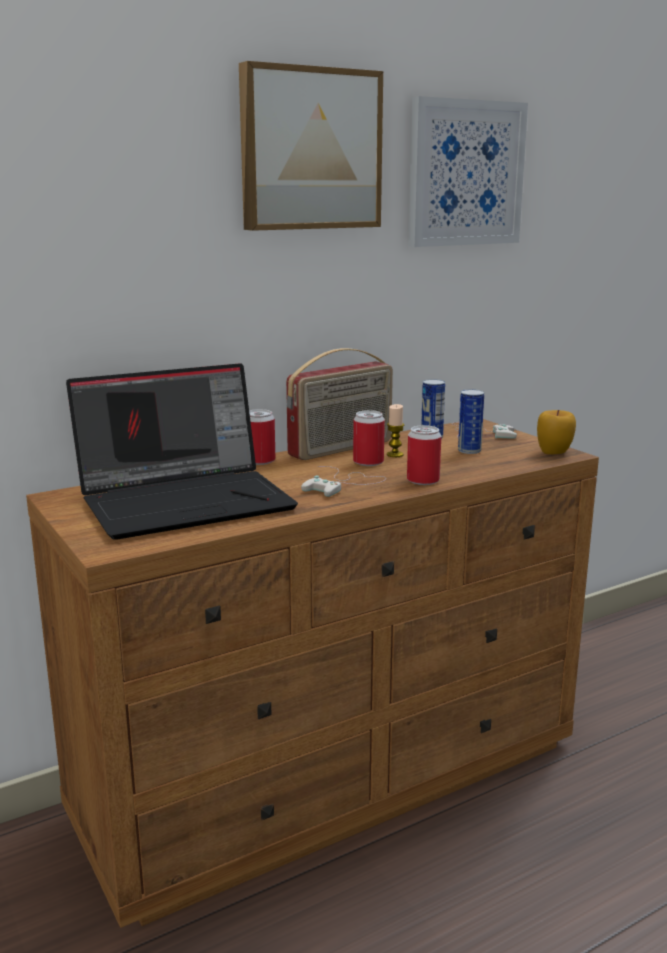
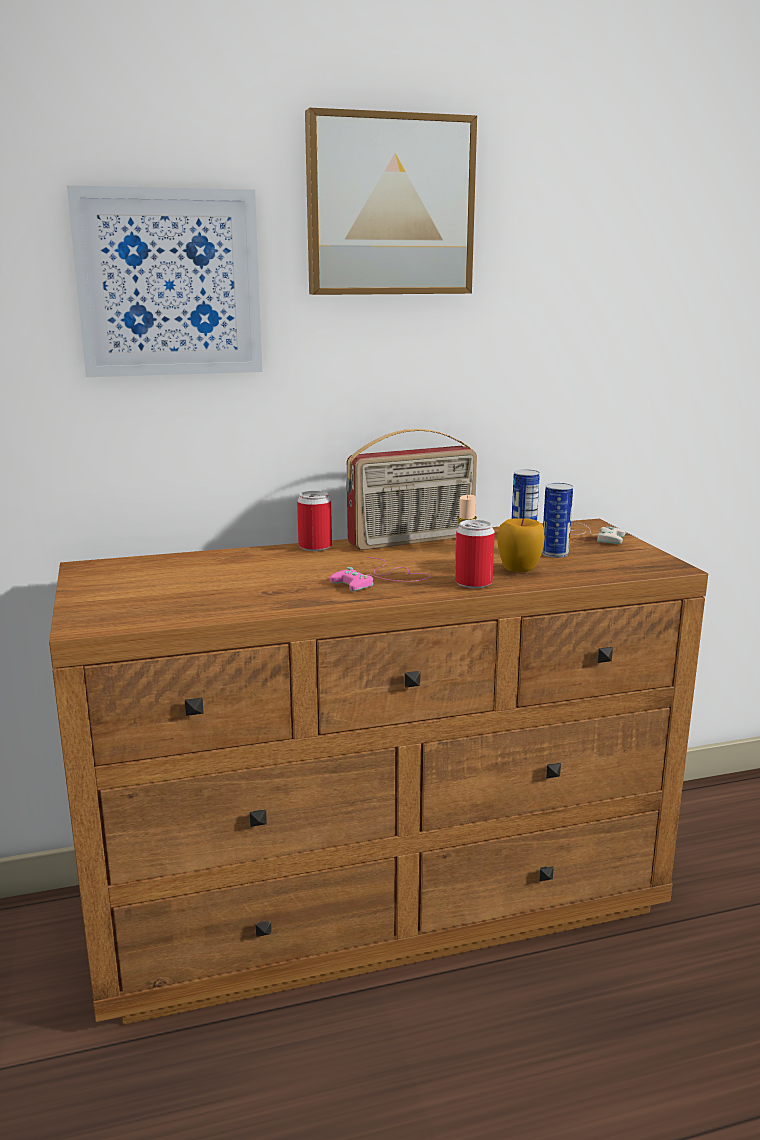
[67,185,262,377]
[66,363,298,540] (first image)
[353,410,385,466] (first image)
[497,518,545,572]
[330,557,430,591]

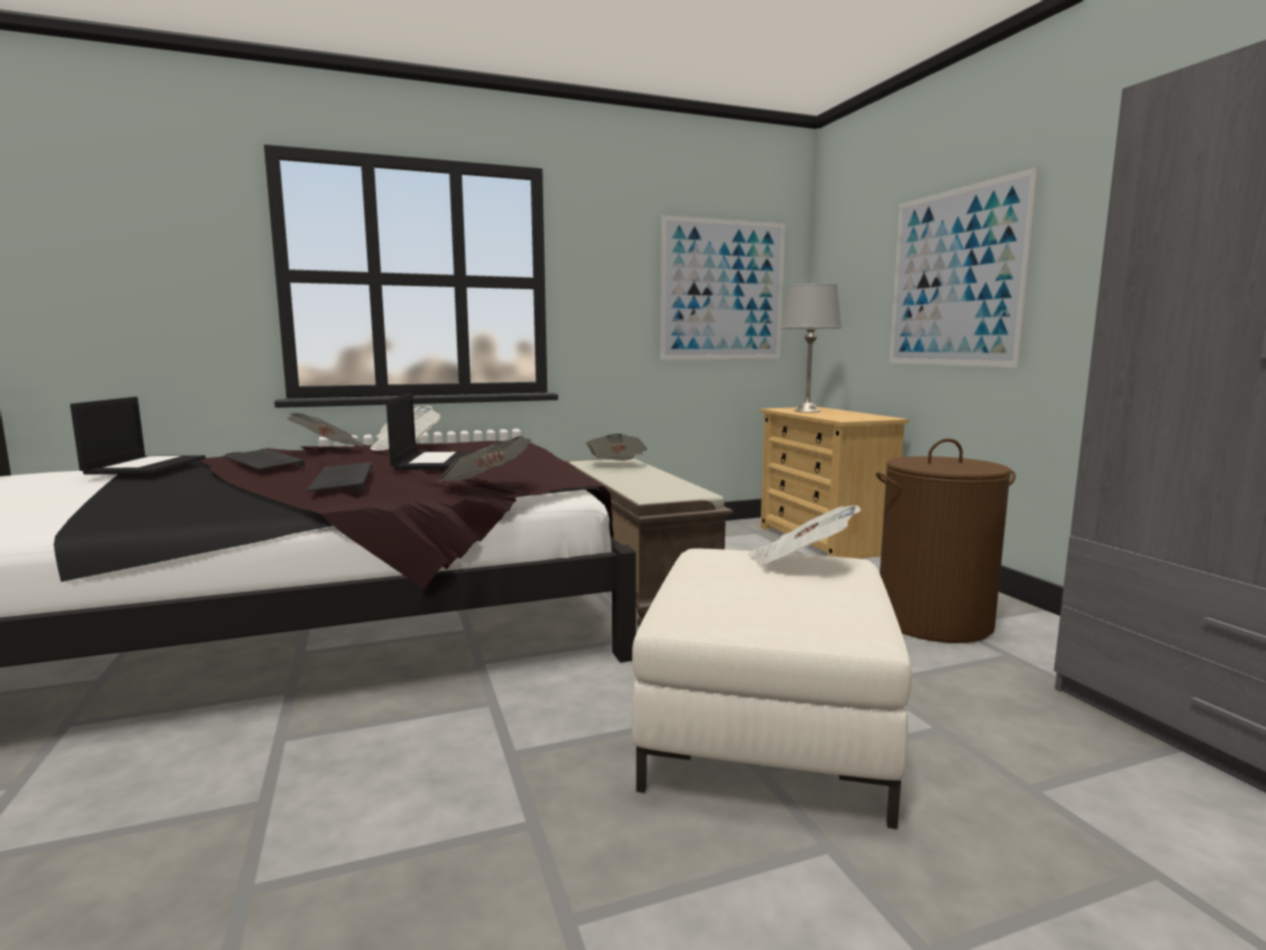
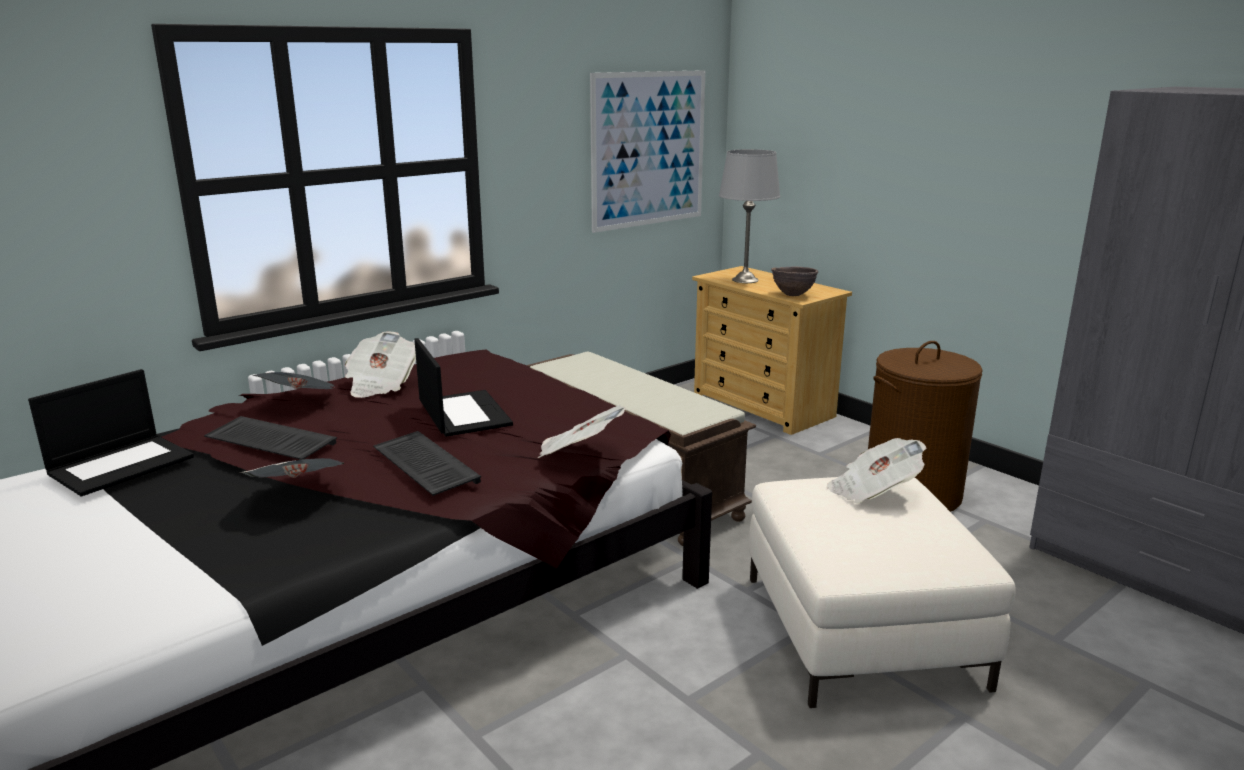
[889,167,1039,368] (first image)
[28,369,194,496]
[239,458,344,478]
[771,266,818,296]

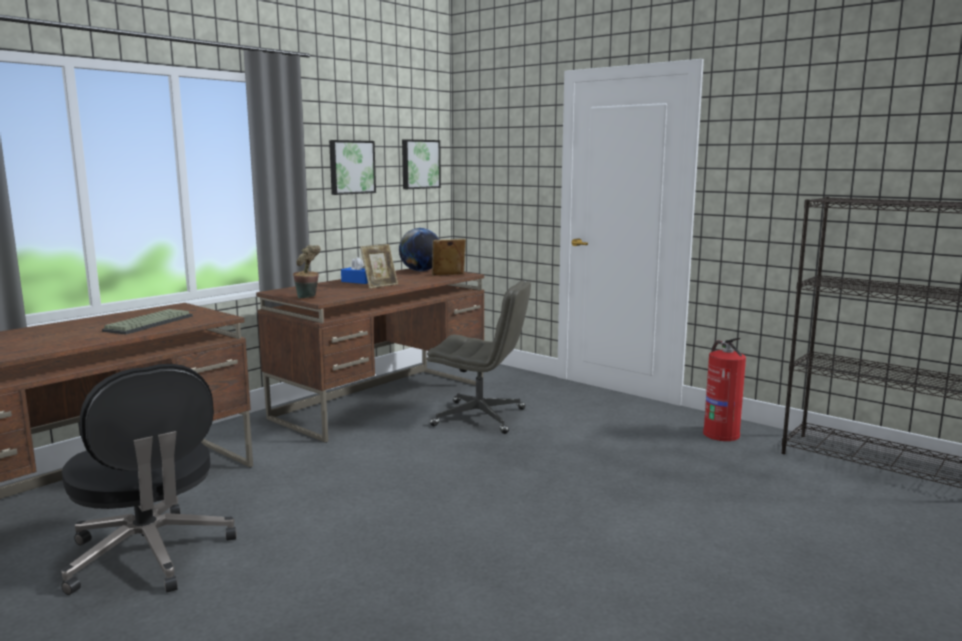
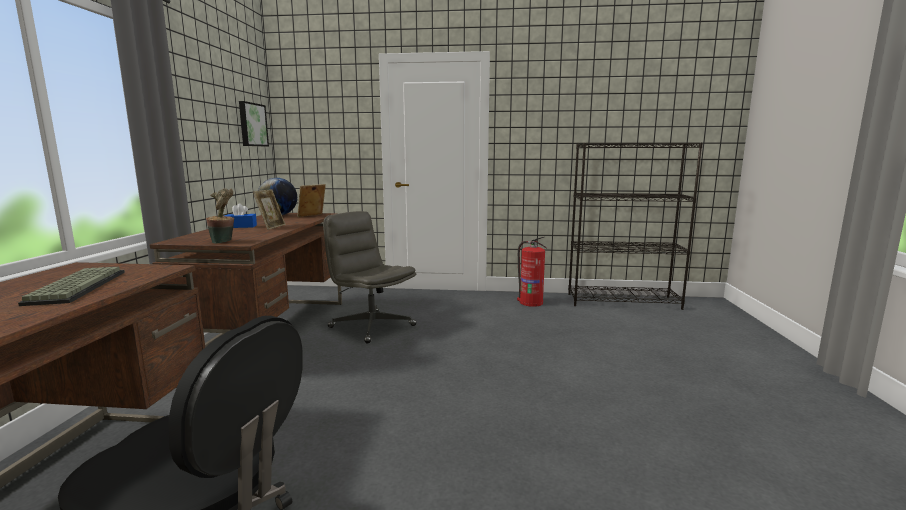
[329,140,376,195] (first image)
[323,211,416,344]

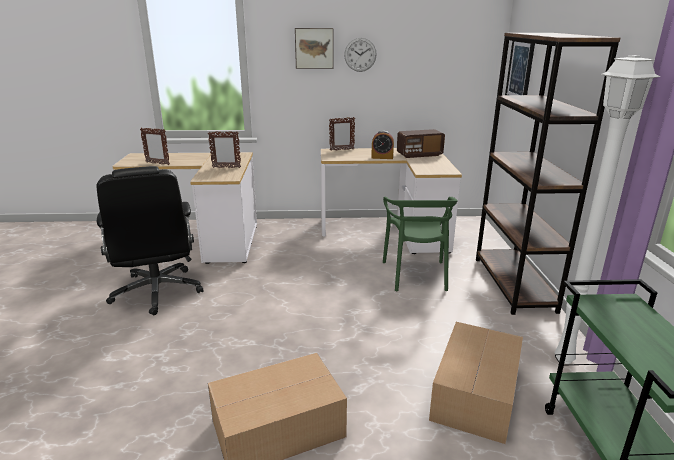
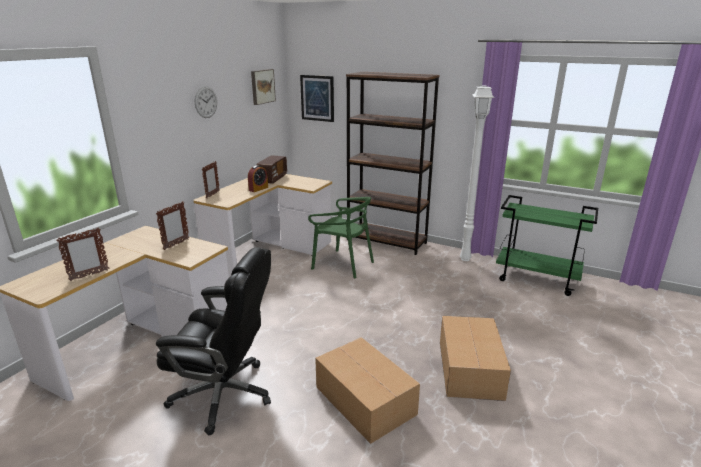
[251,69,276,105]
[315,337,420,444]

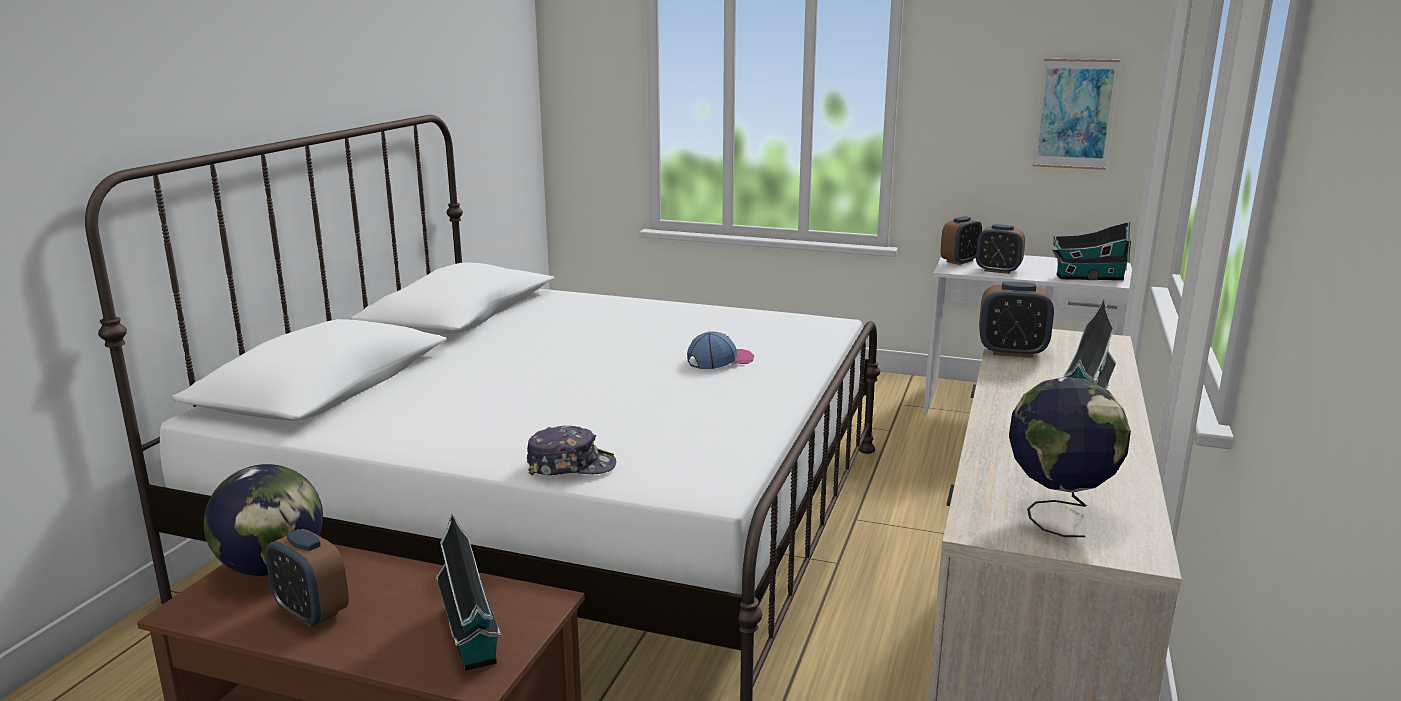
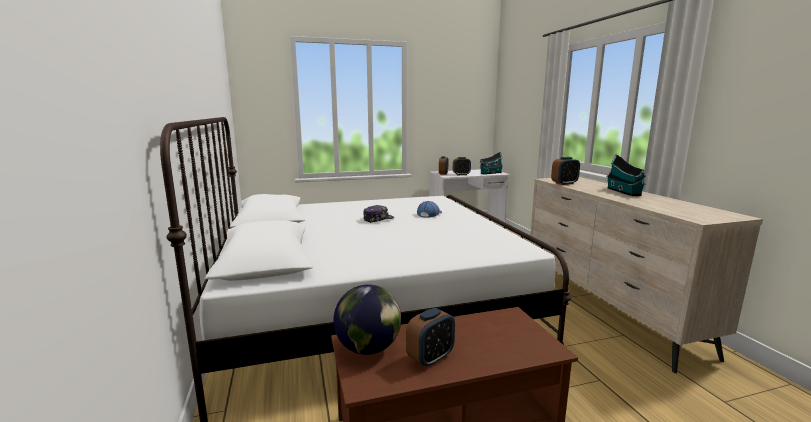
[1033,59,1120,170] (first image)
[1009,377,1131,537] (first image)
[363,205,394,223]
[436,513,502,671] (first image)
[406,308,455,368]

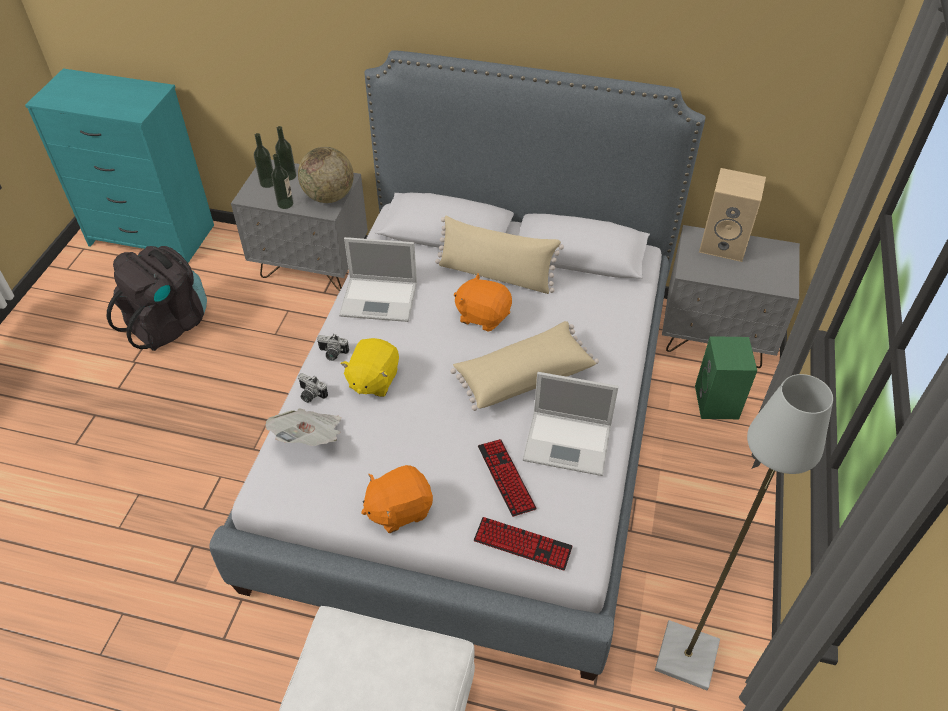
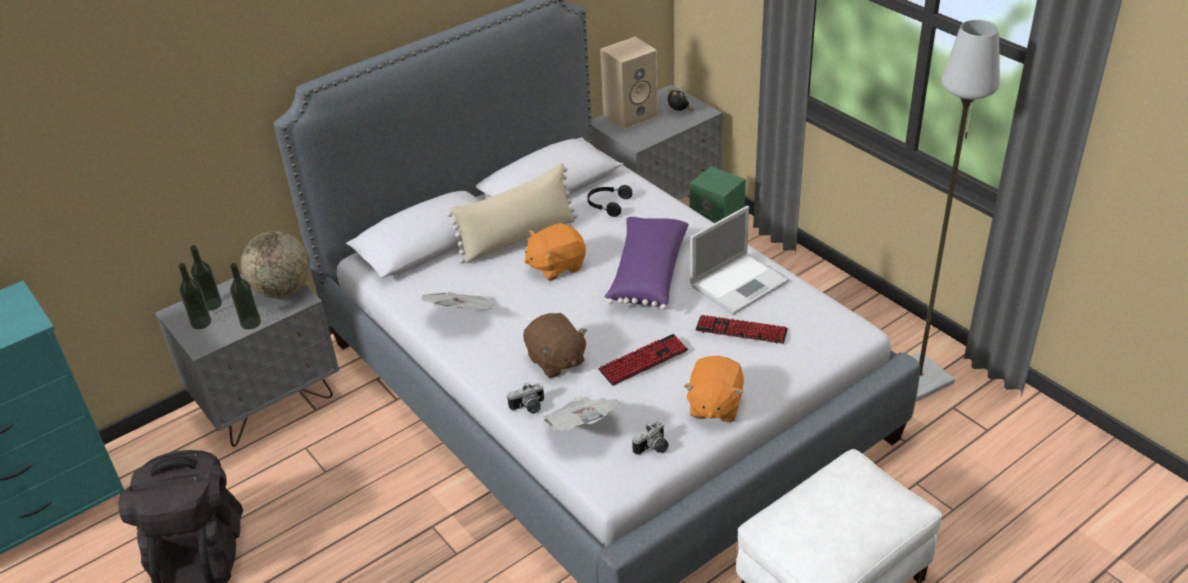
[422,292,493,310]
[604,216,689,310]
[632,420,669,455]
[523,313,587,378]
[598,334,688,386]
[668,89,694,112]
[587,185,632,217]

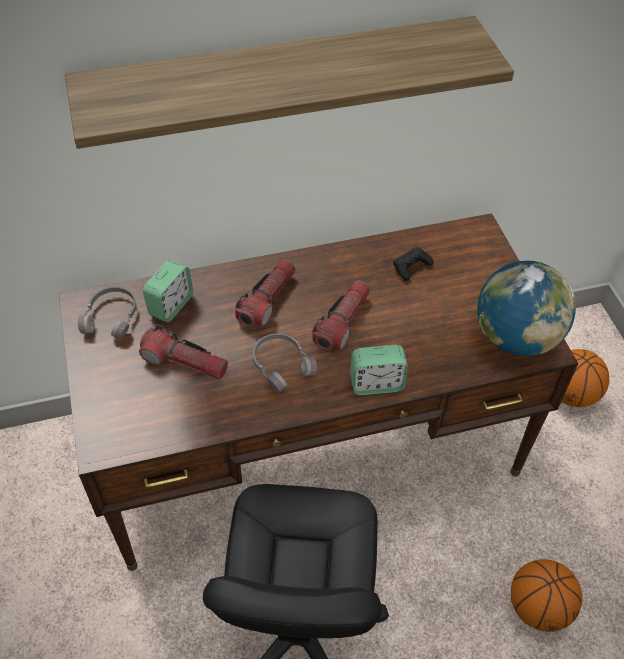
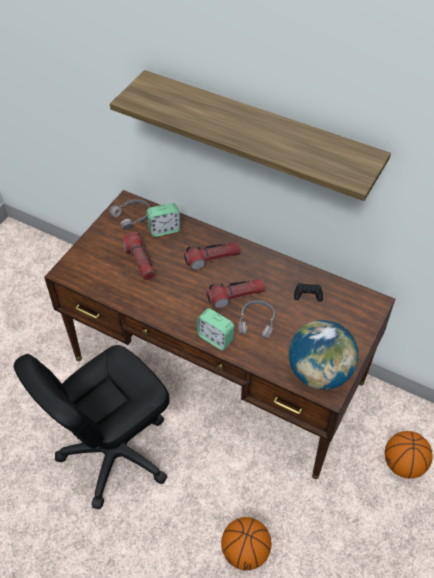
[238,300,274,339]

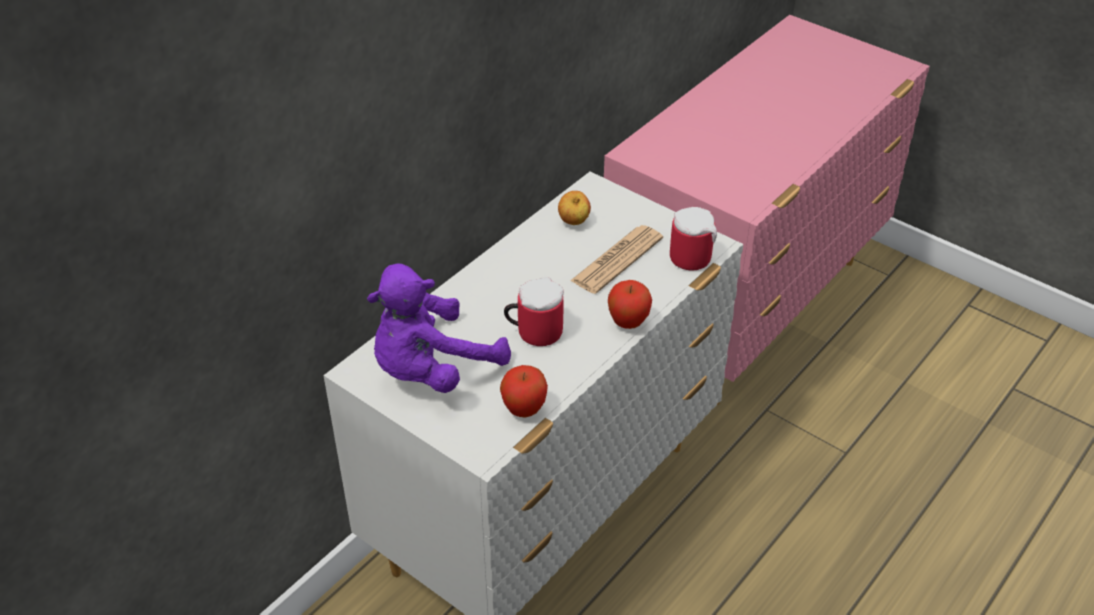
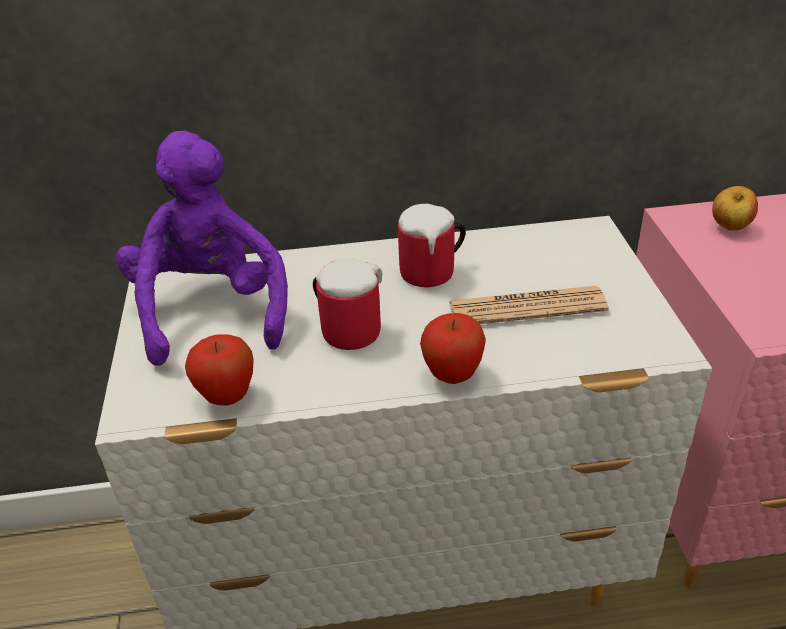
[712,186,758,231]
[398,204,466,287]
[116,131,288,366]

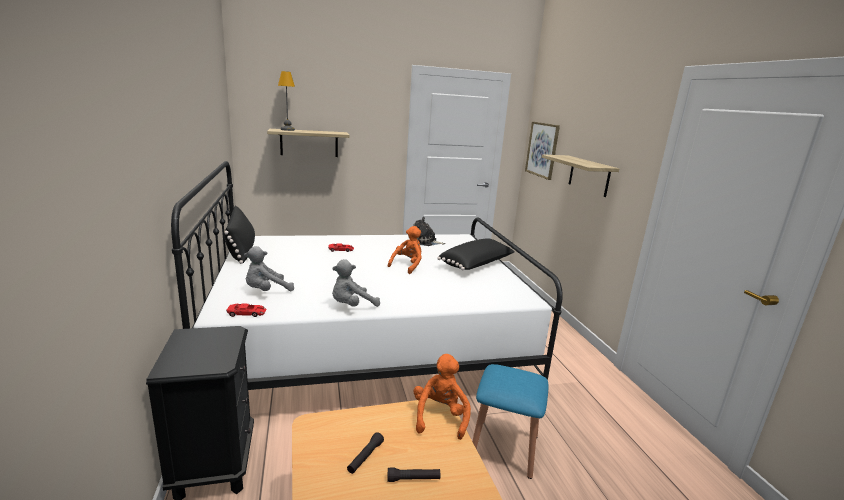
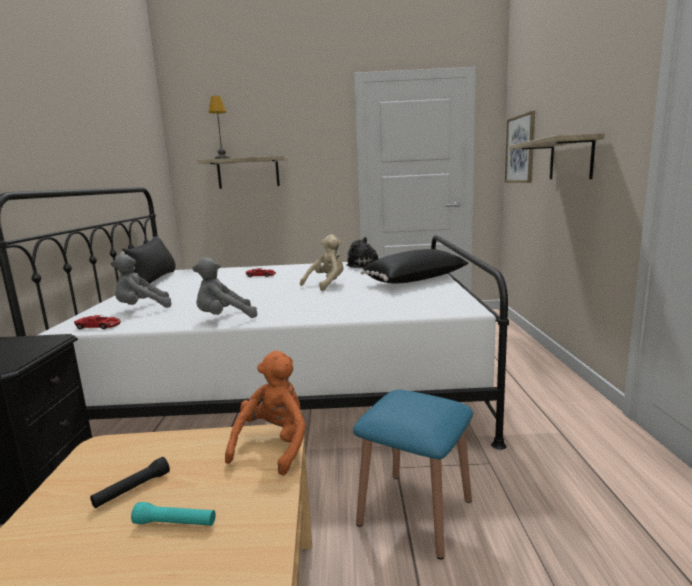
[300,235,344,291]
[131,502,216,526]

